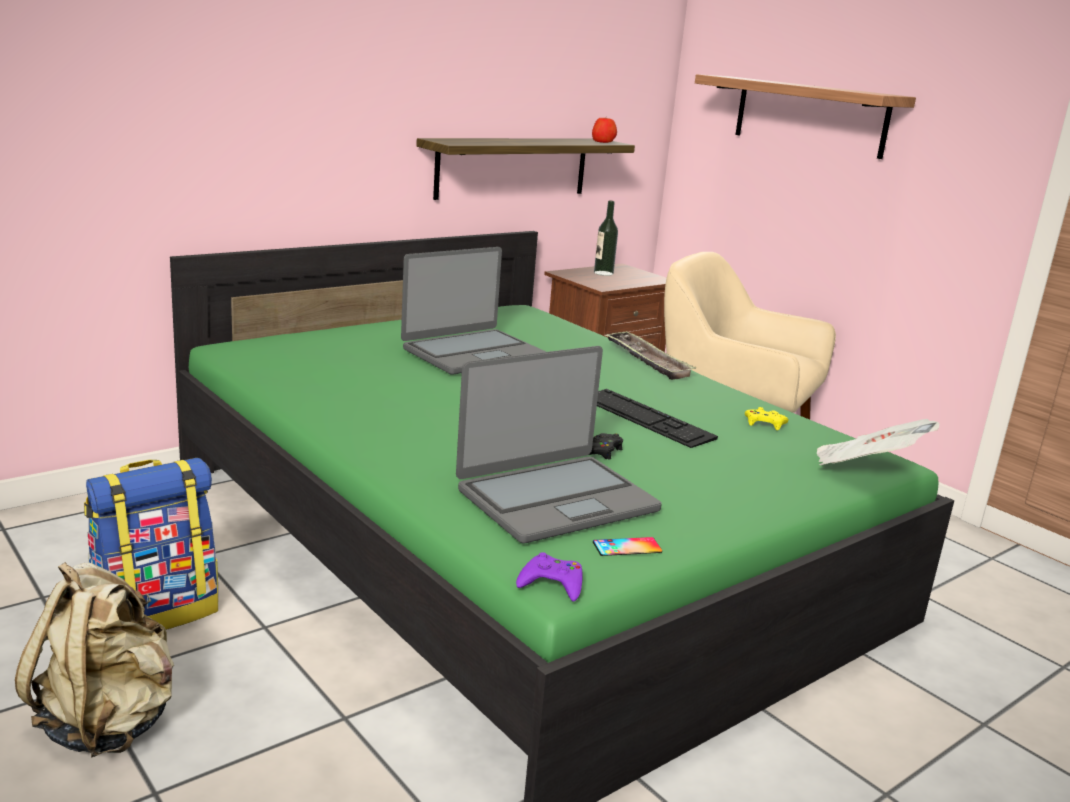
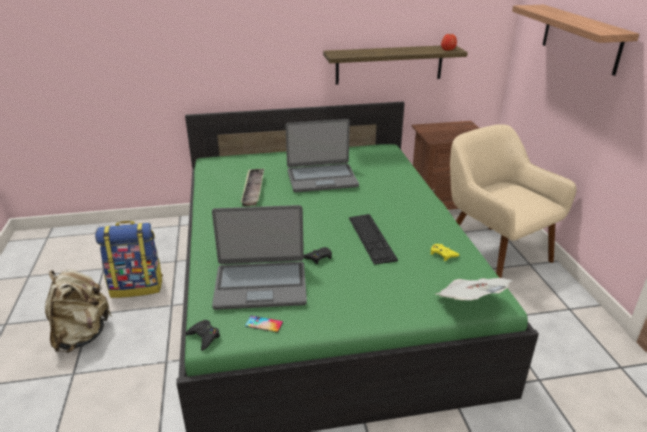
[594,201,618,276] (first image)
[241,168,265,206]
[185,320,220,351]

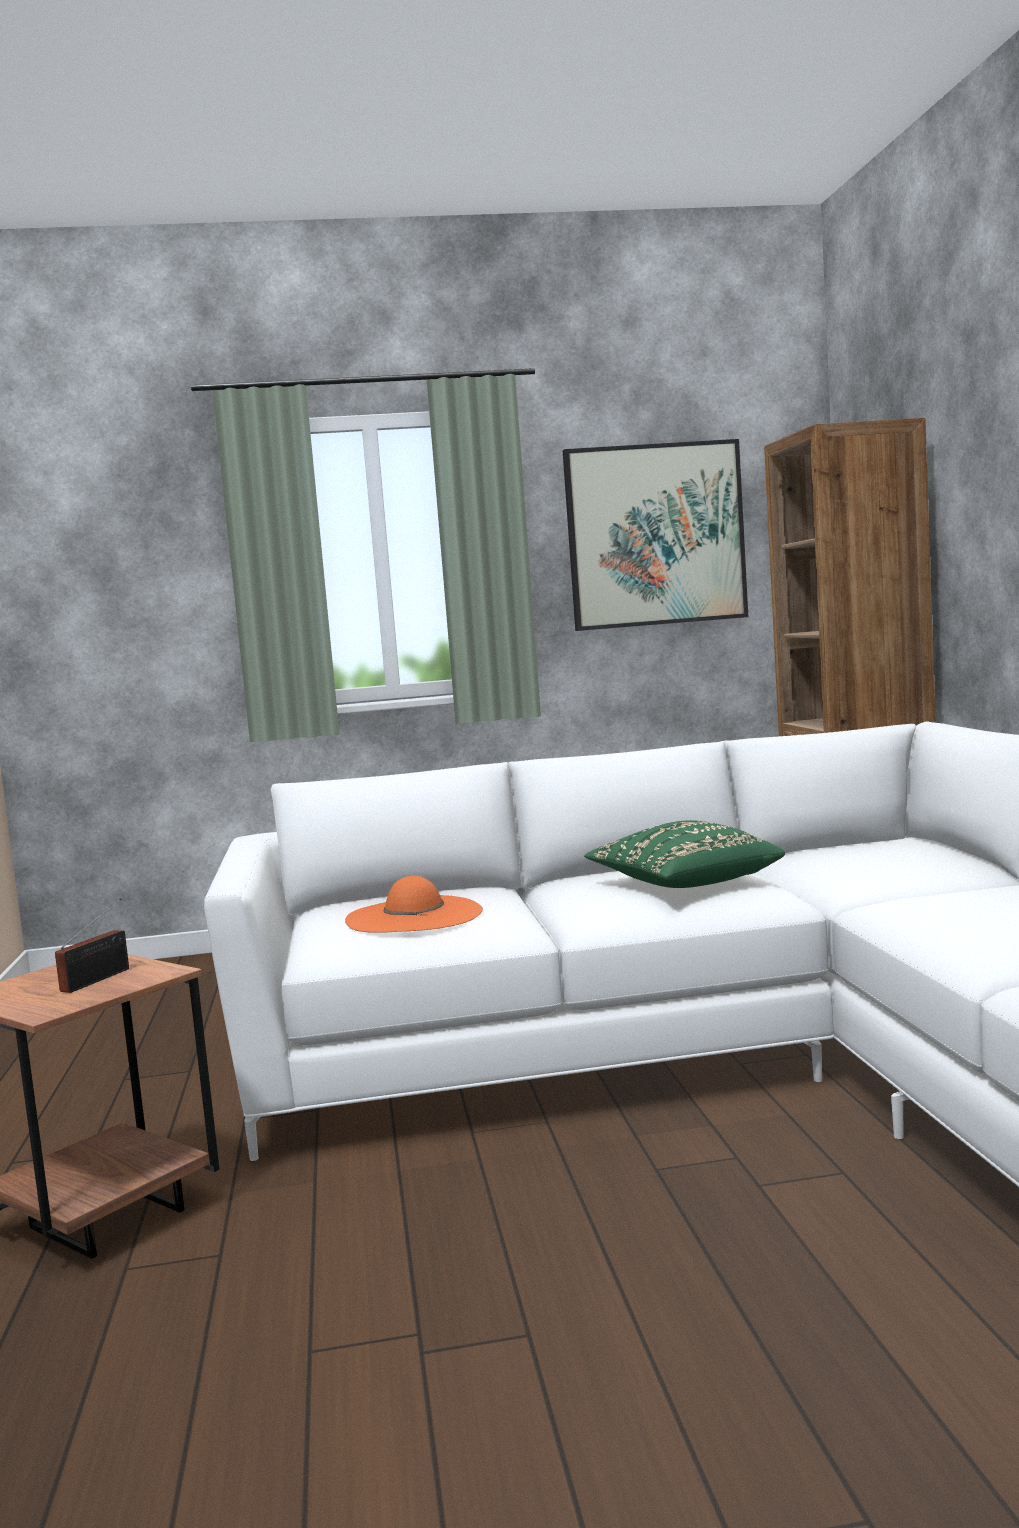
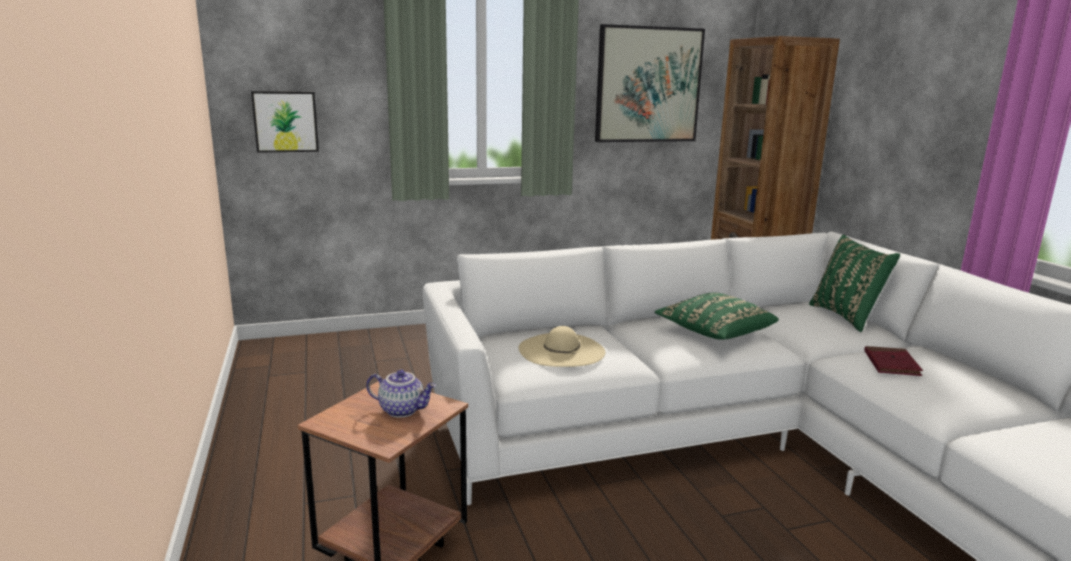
[519,326,605,367]
[366,370,436,418]
[251,91,319,153]
[809,235,900,332]
[864,346,923,376]

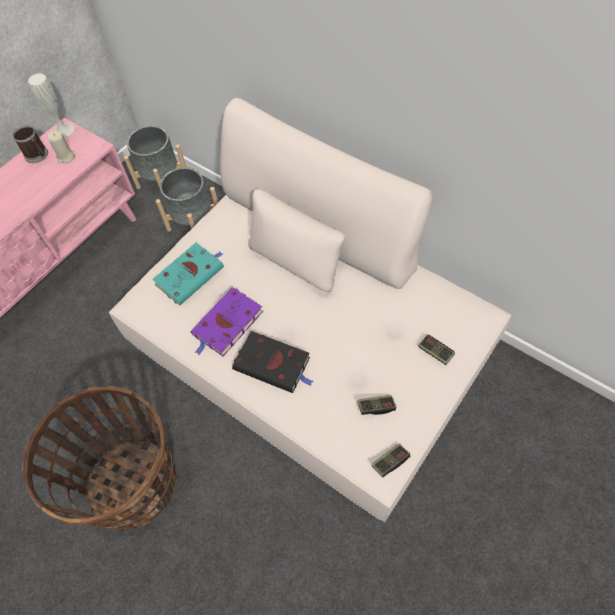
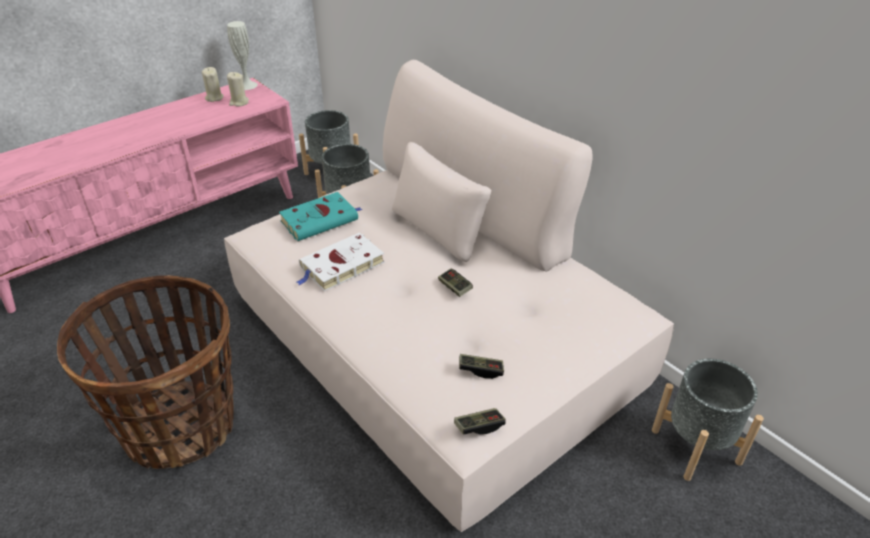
[202,67,224,102]
[296,233,385,291]
[232,331,313,393] (first image)
[438,268,473,297]
[652,359,764,481]

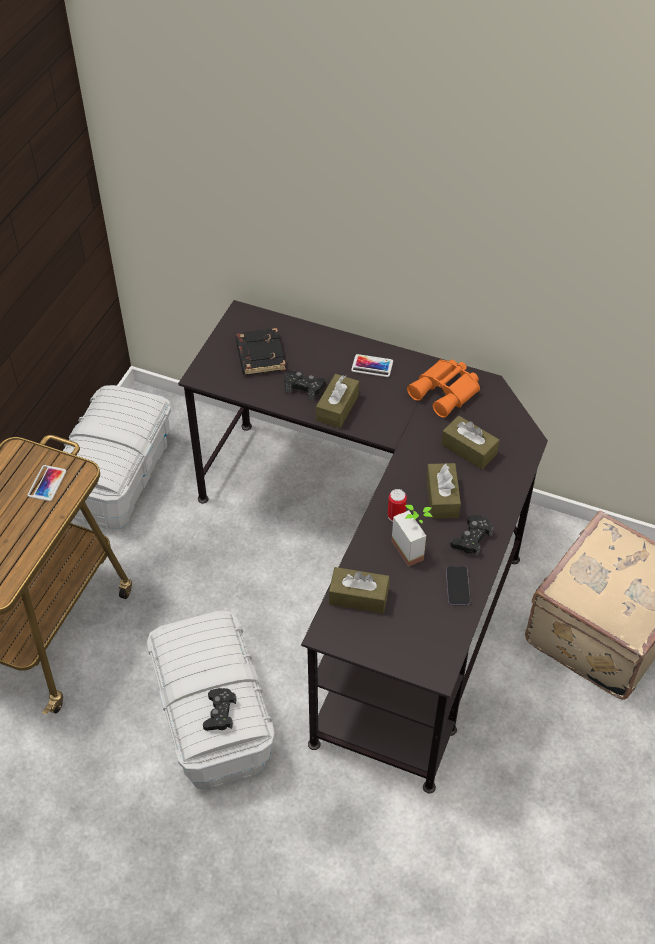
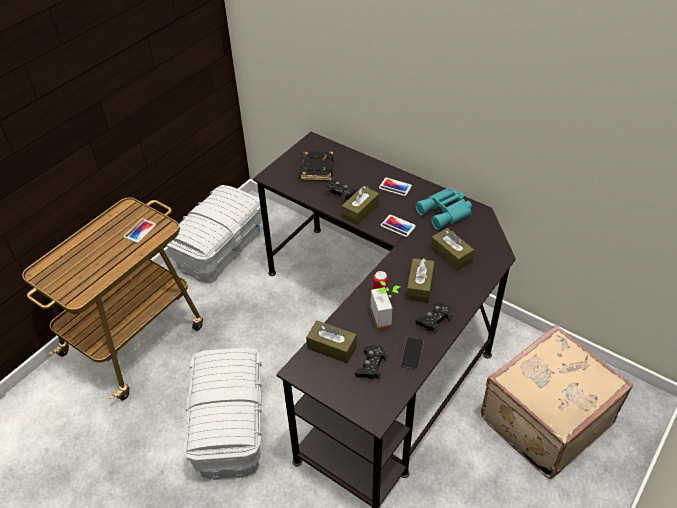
[415,188,472,230]
[355,345,387,380]
[381,215,416,237]

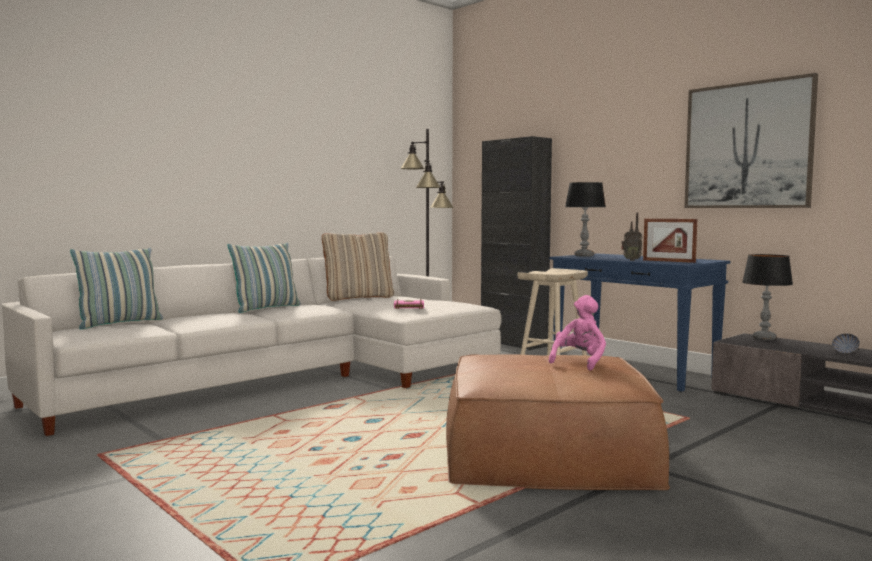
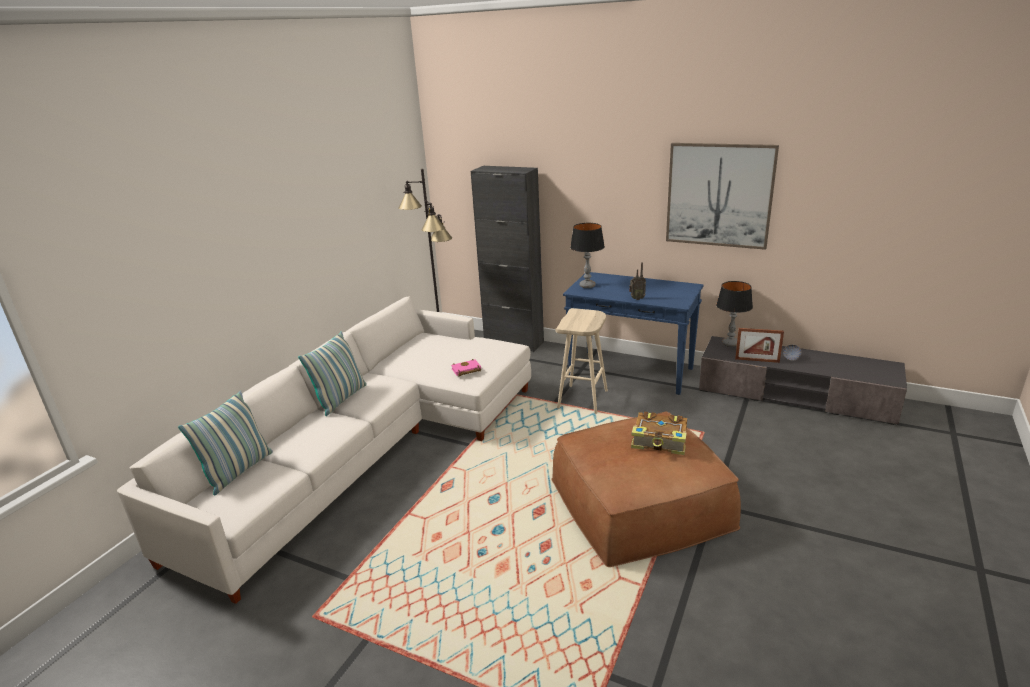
[735,328,784,363]
[322,232,394,301] (first image)
[631,412,687,455]

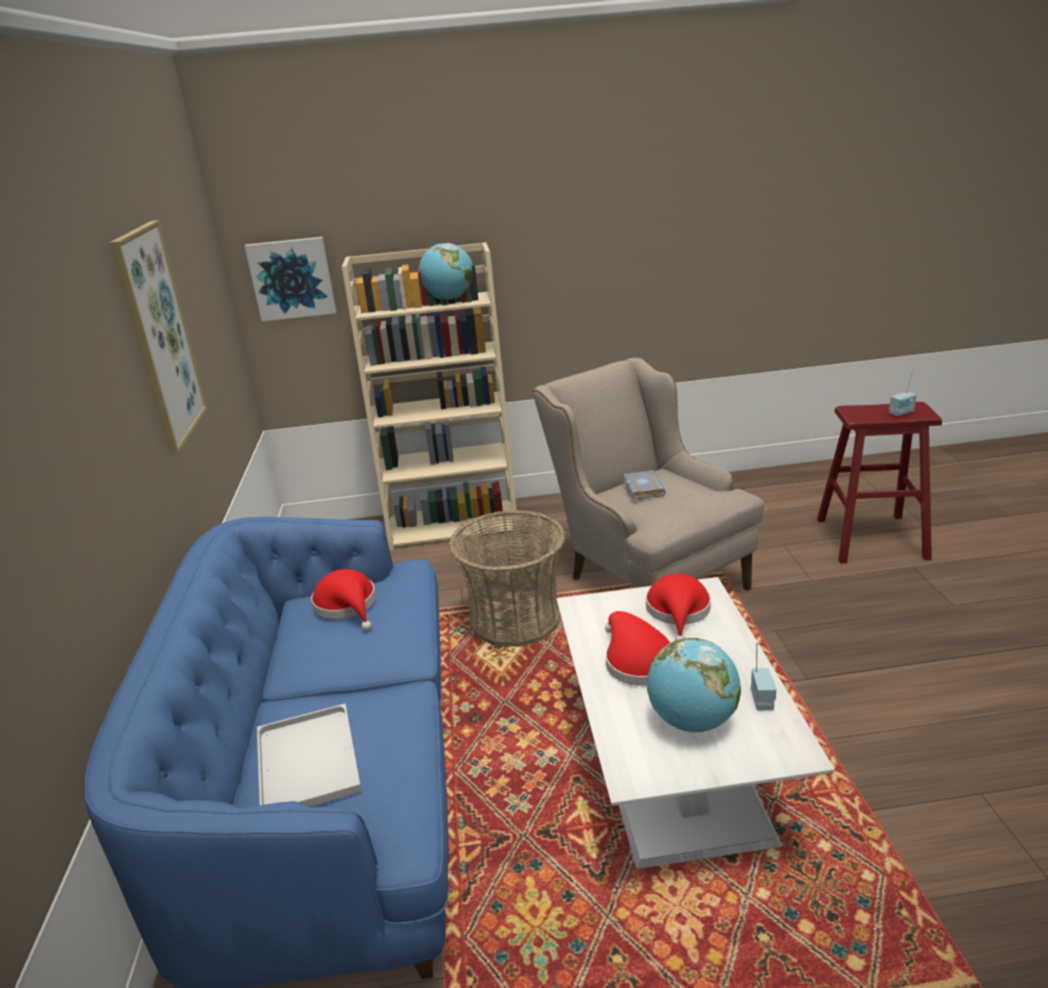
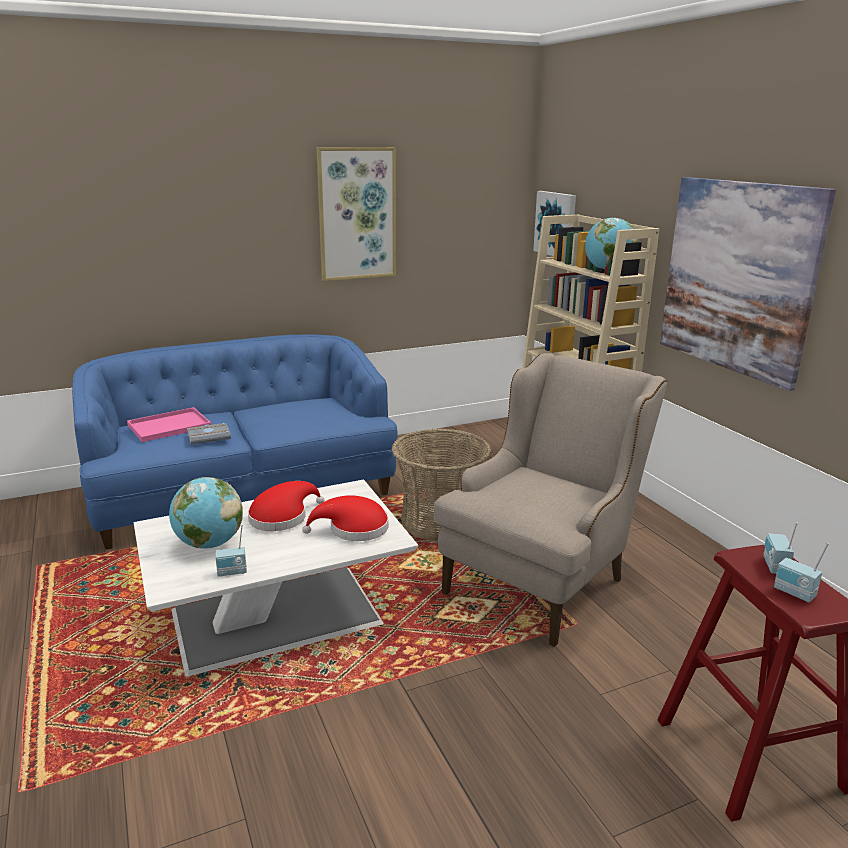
[187,423,231,445]
[311,569,376,631] (first image)
[127,407,211,442]
[660,177,836,391]
[763,522,798,574]

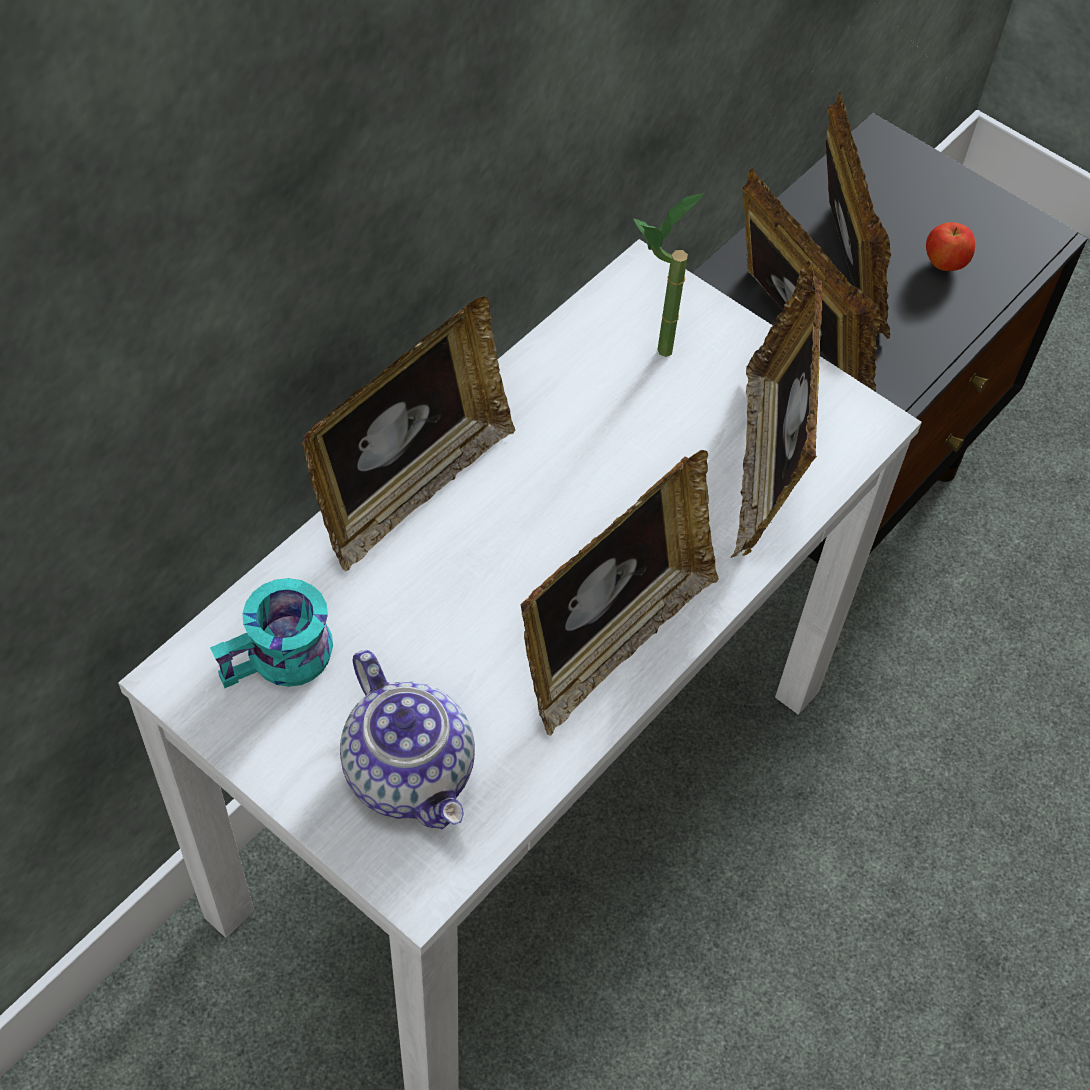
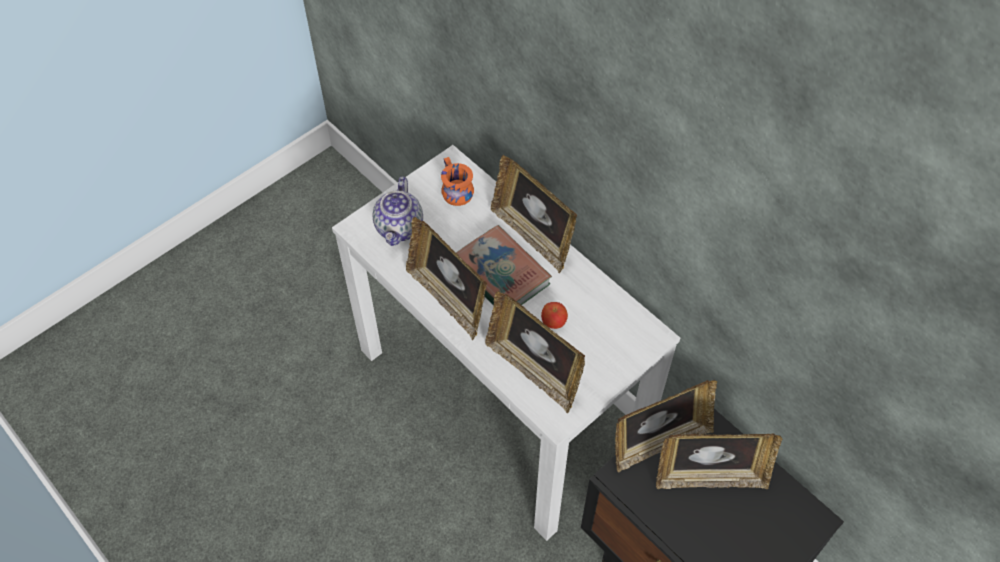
[633,193,705,357] (first image)
[541,302,568,329]
[485,291,585,414]
[441,157,474,206]
[373,177,423,246]
[456,225,552,306]

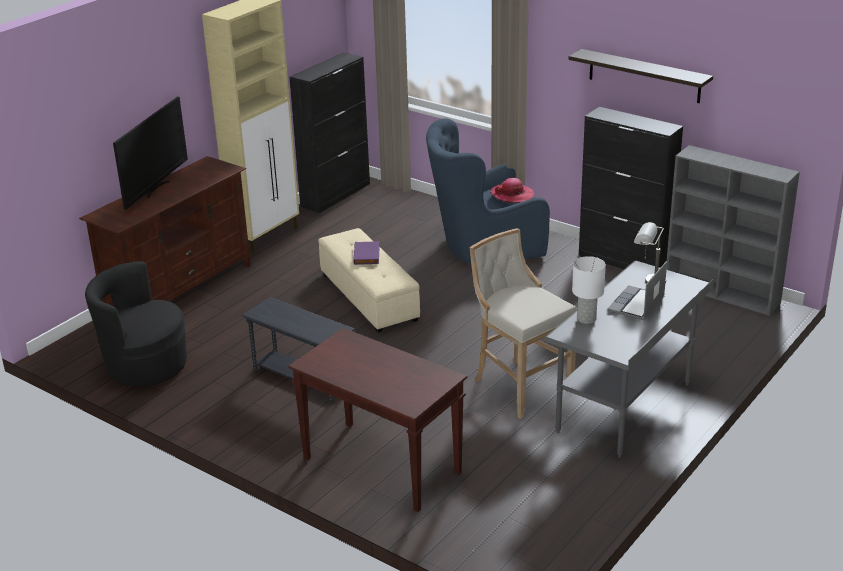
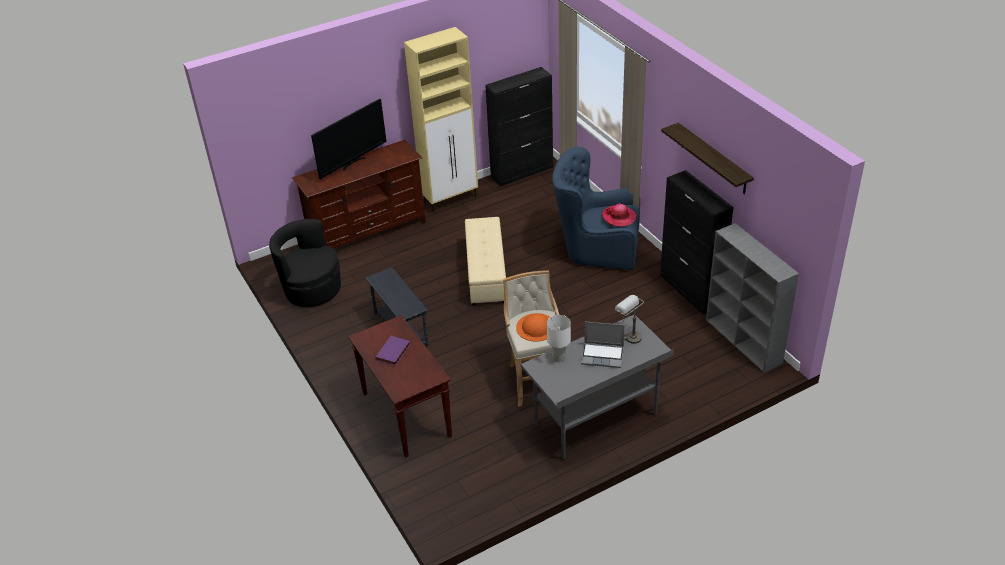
[376,336,410,366]
[581,321,625,368]
[516,313,550,342]

